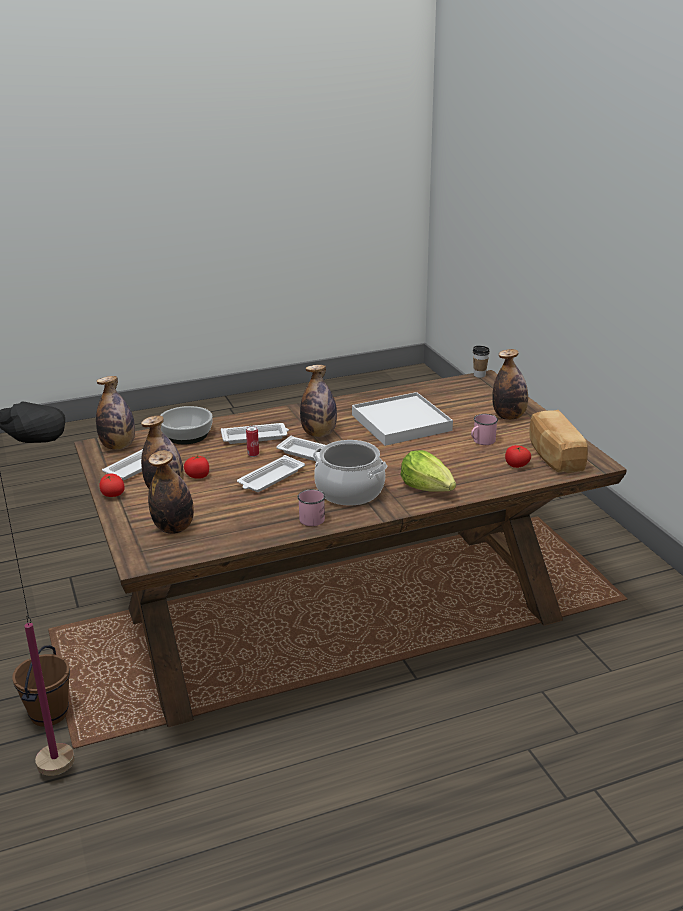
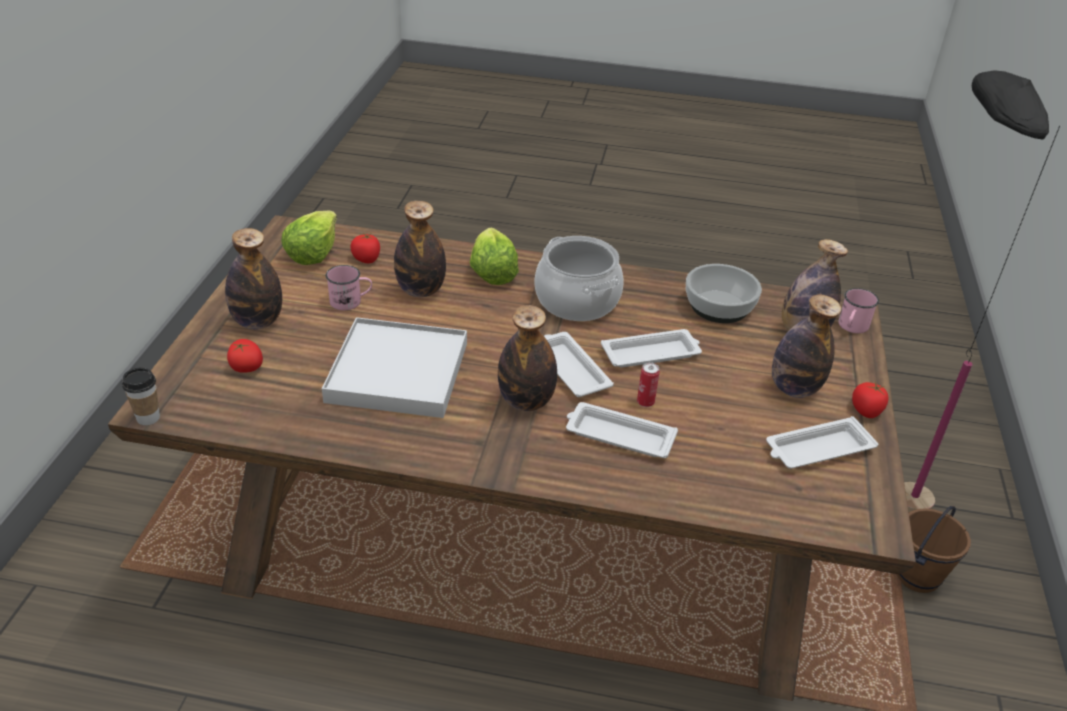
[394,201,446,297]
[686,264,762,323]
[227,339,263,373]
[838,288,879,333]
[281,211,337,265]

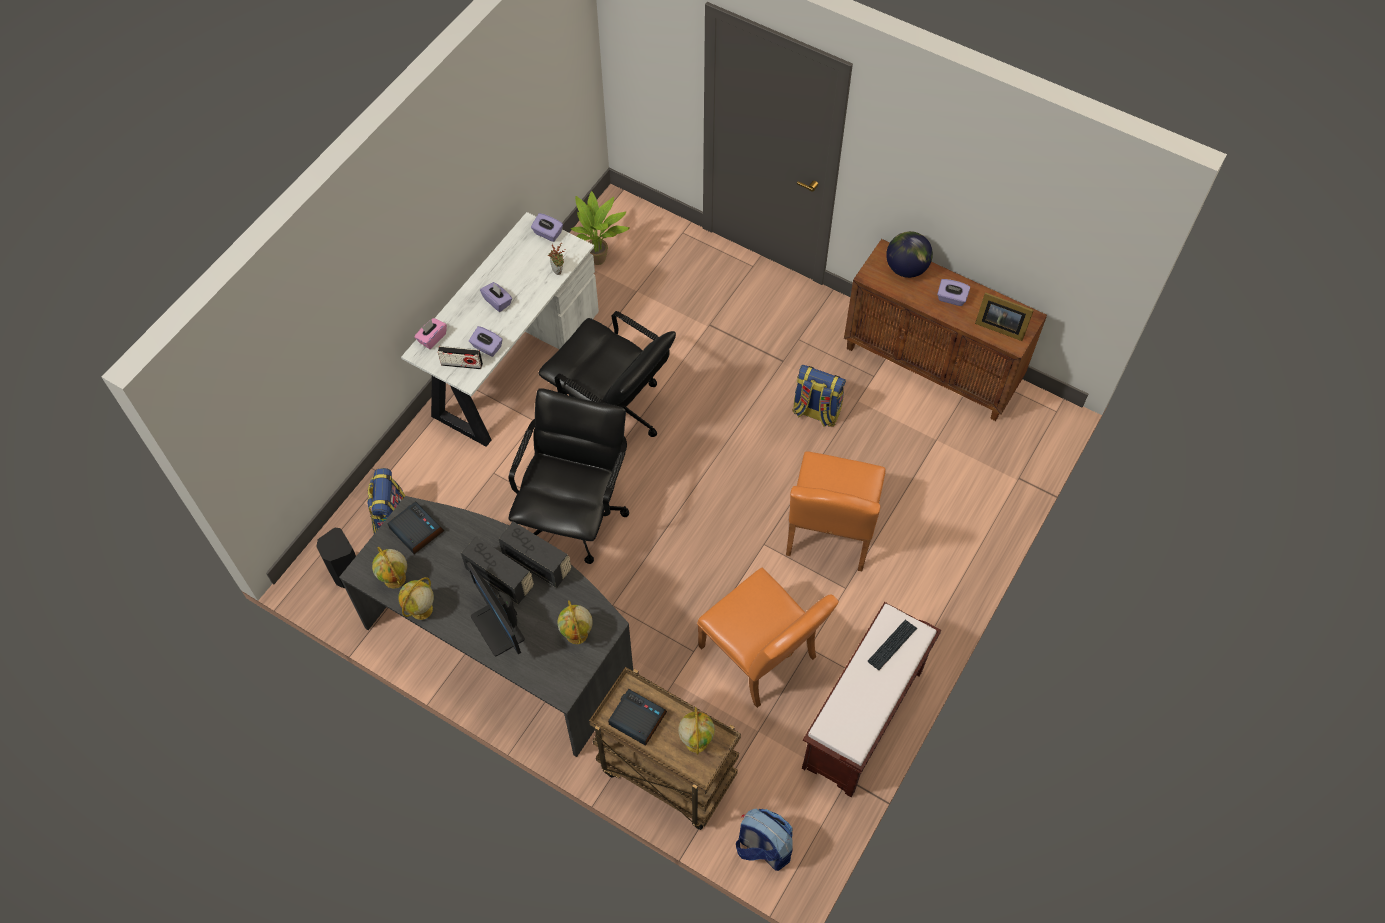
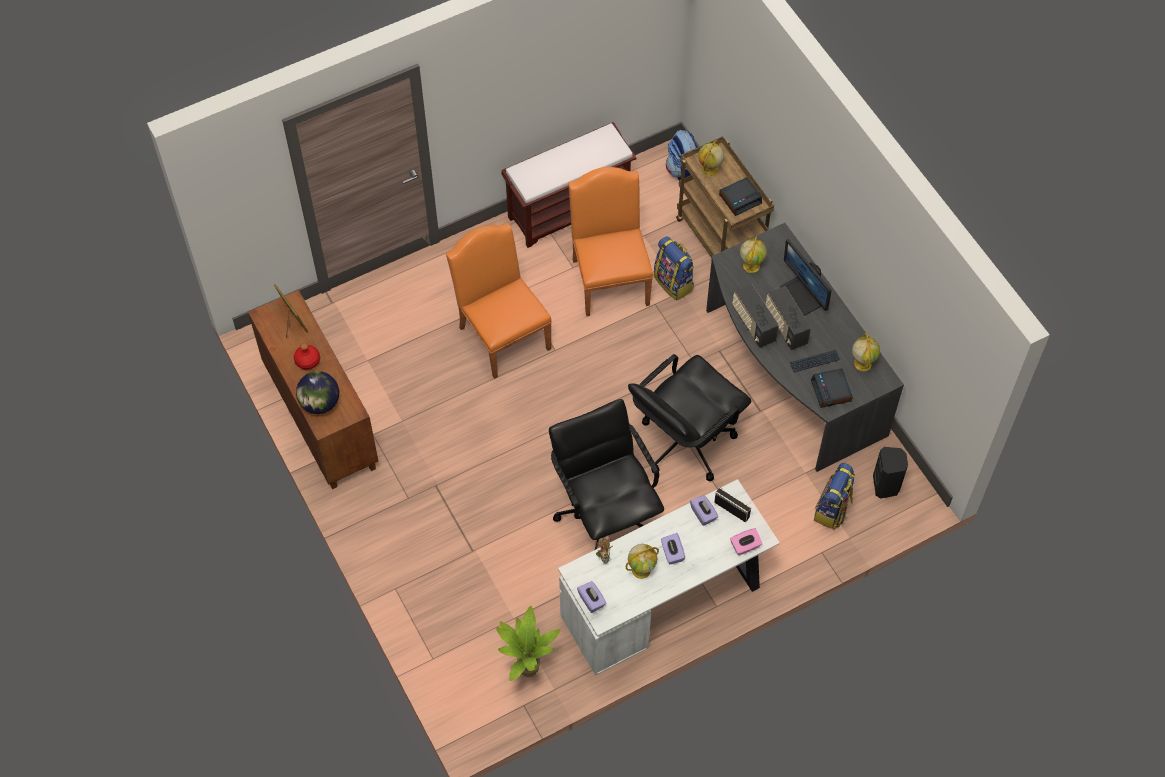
[625,544,659,579]
[654,236,694,301]
[790,350,840,373]
[294,343,320,369]
[780,239,832,316]
[719,177,762,216]
[446,223,552,379]

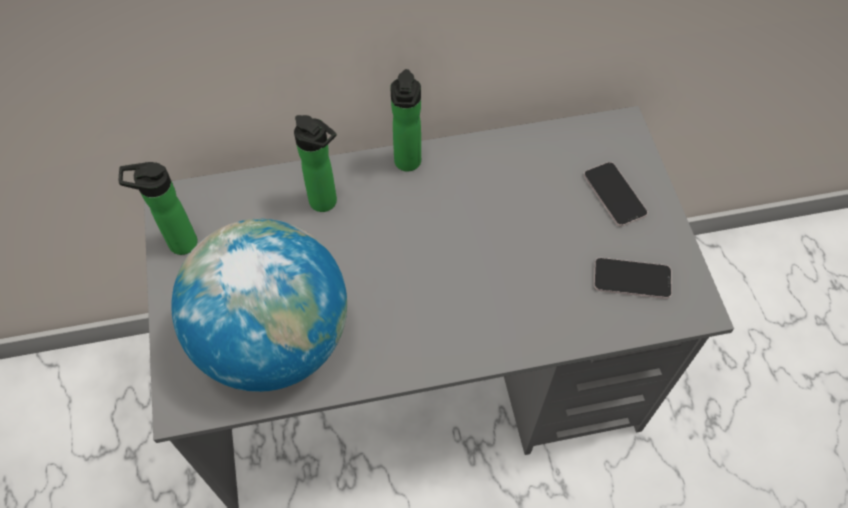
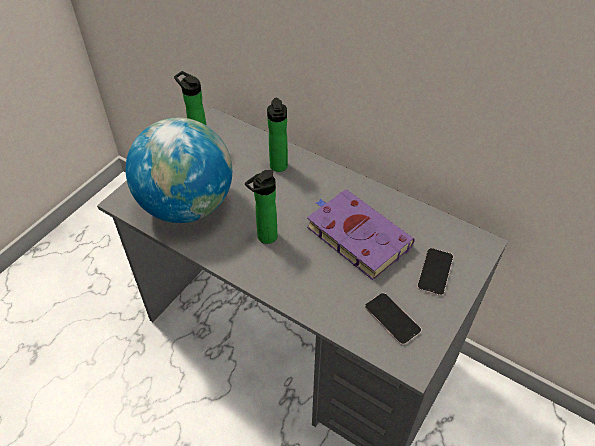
[307,189,415,280]
[245,170,278,244]

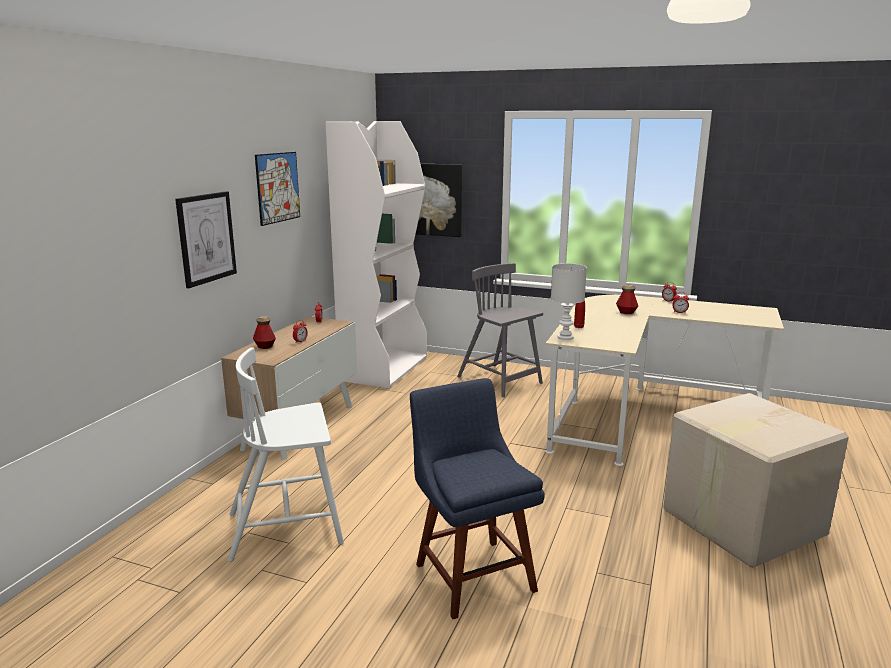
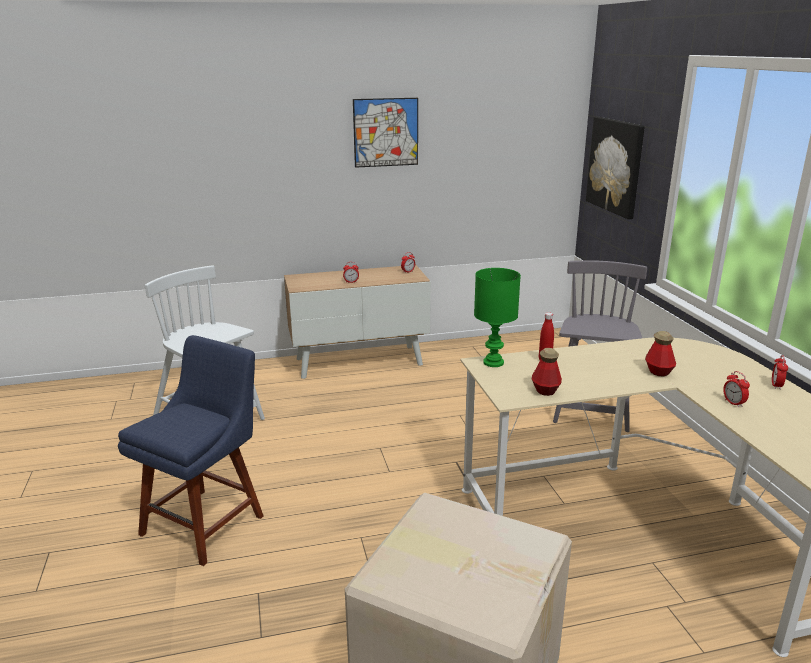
[175,191,237,288] (first image)
[325,121,427,388] (first image)
[532,348,562,396]
[474,268,521,367]

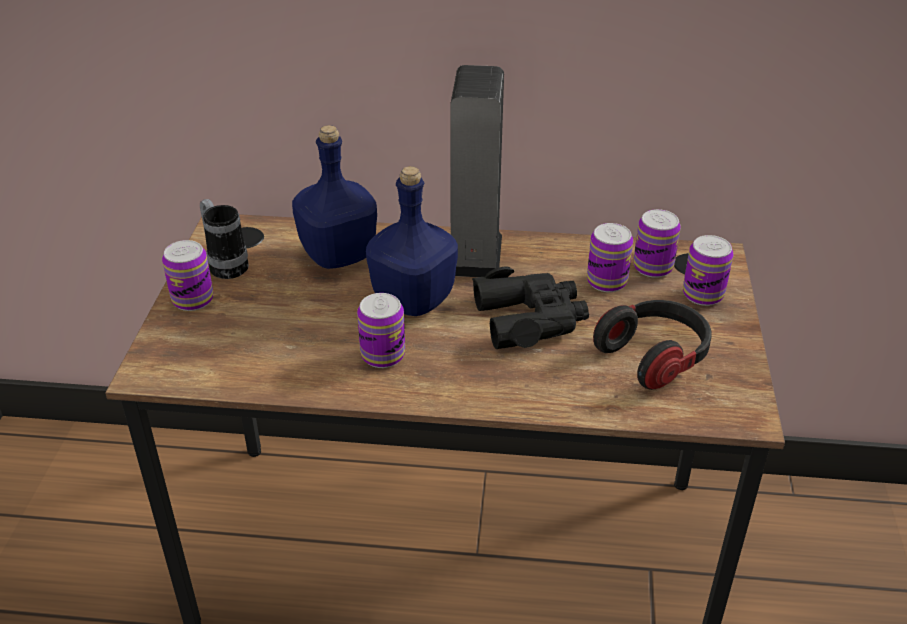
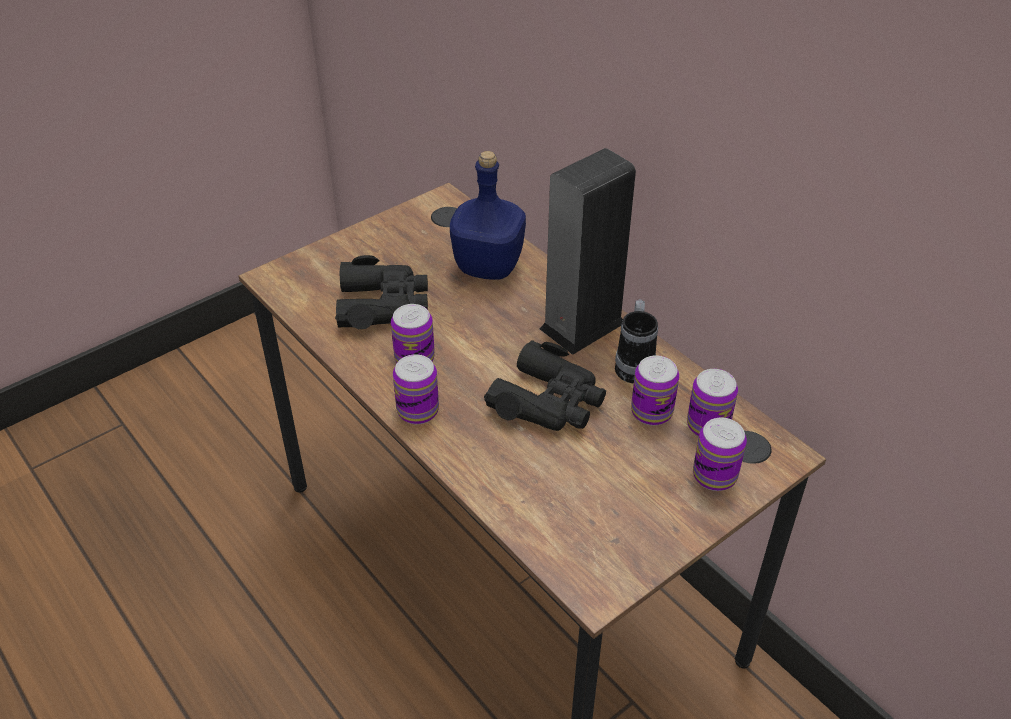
[366,166,458,316] (first image)
[593,300,712,390] (first image)
[335,255,428,329]
[393,354,439,424]
[615,299,658,384]

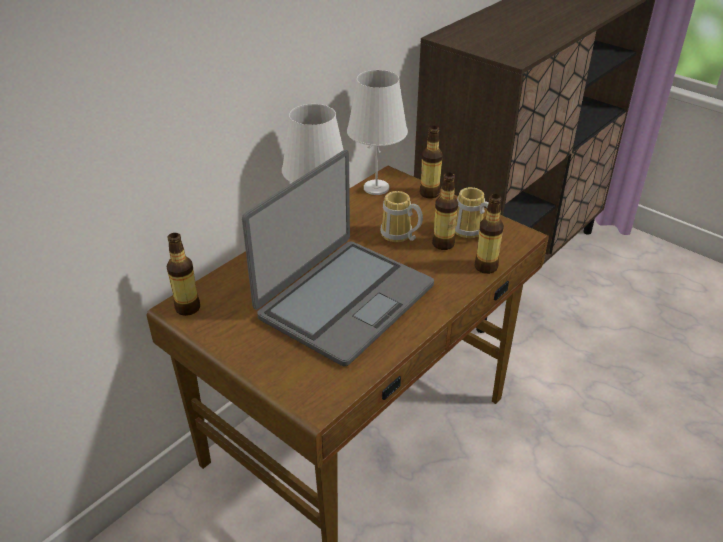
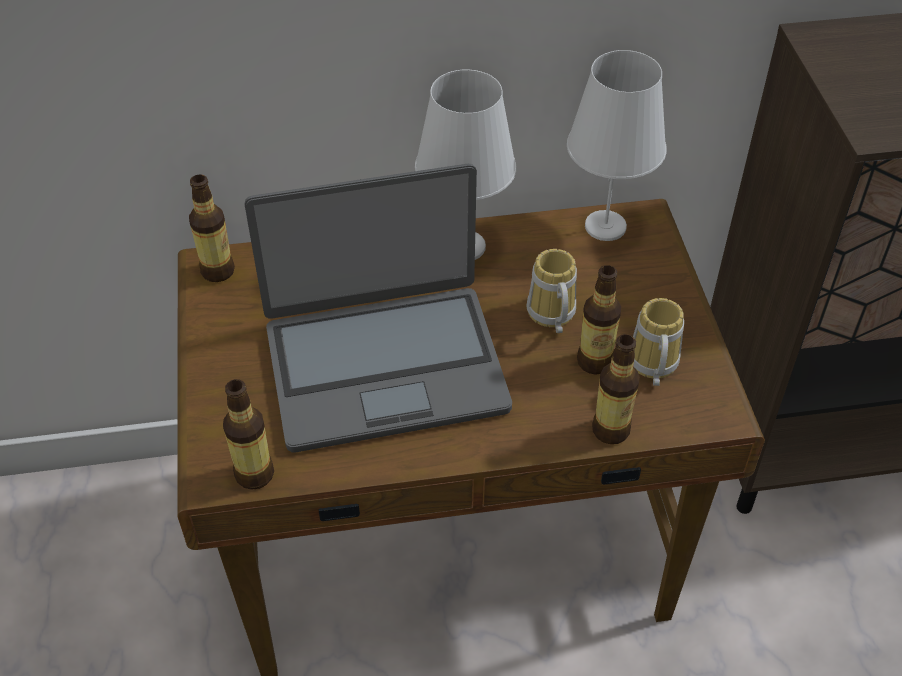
[223,379,274,490]

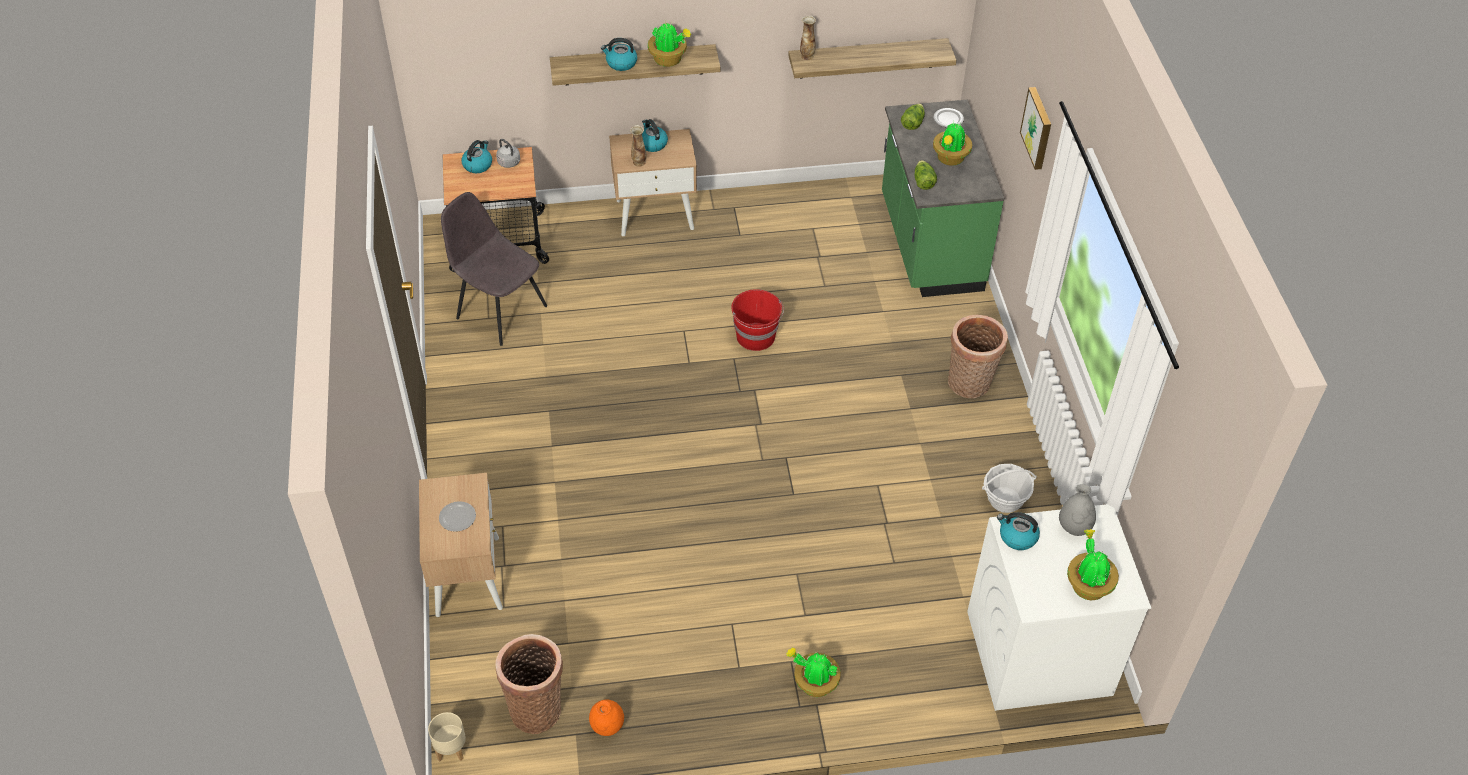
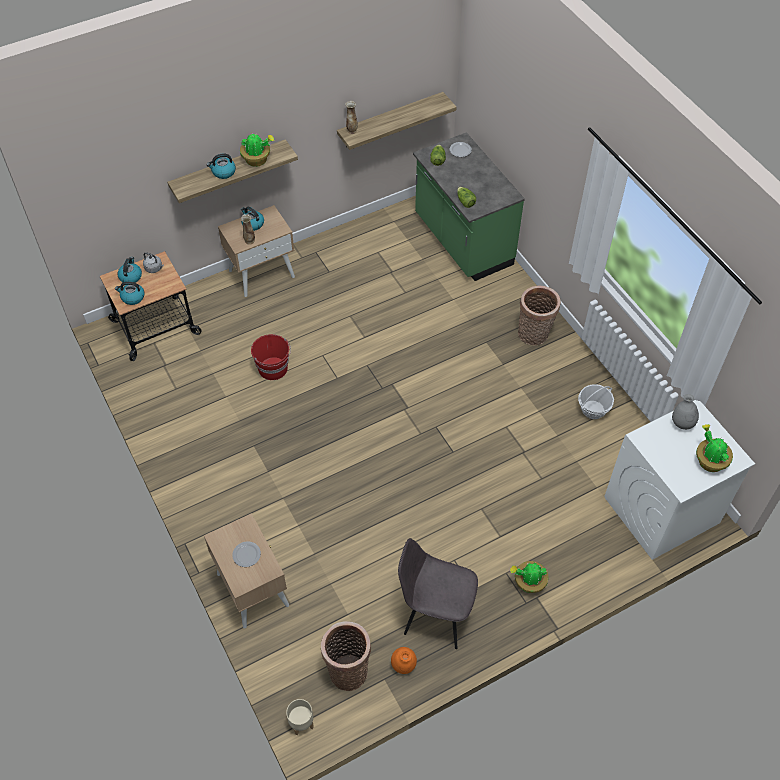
[933,122,972,166] (first image)
[1020,87,1051,170] (first image)
[398,538,478,649]
[251,334,291,380]
[115,281,144,305]

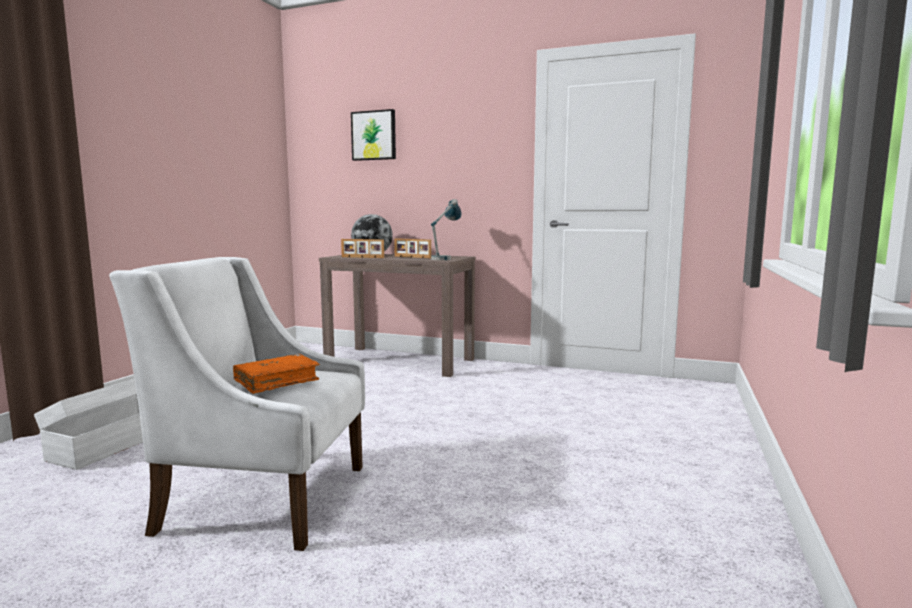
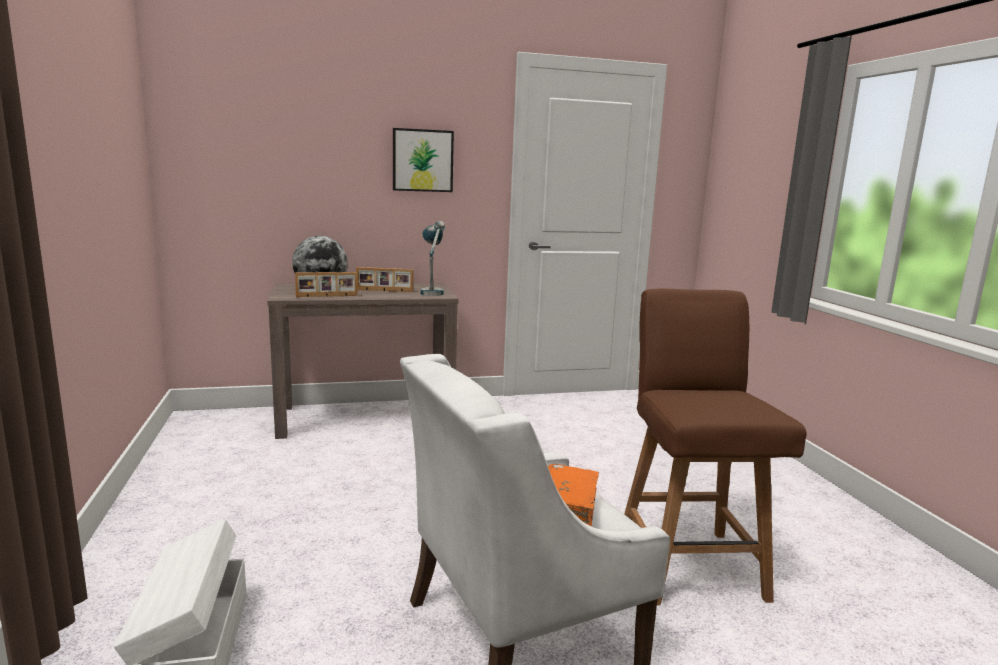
[624,289,807,605]
[393,128,454,192]

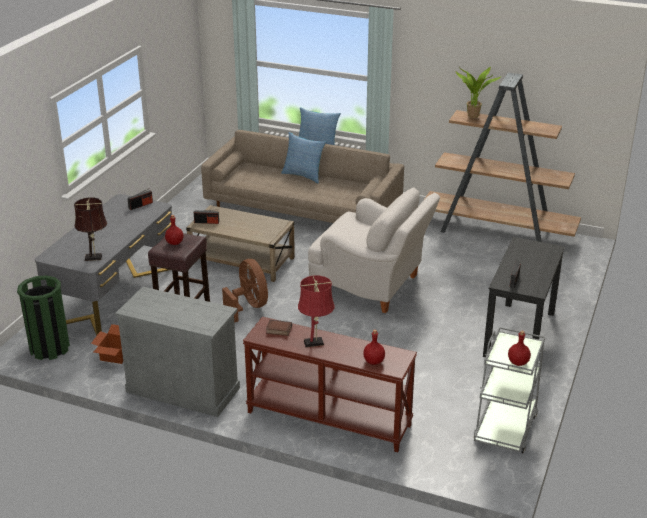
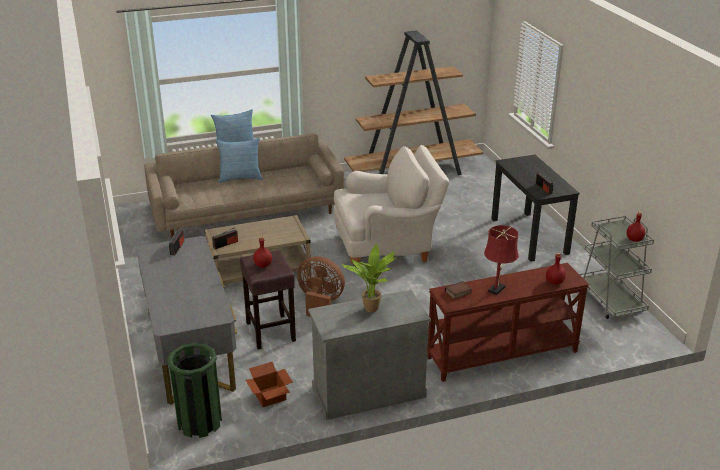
[74,197,107,261] (first image)
[342,243,396,312]

